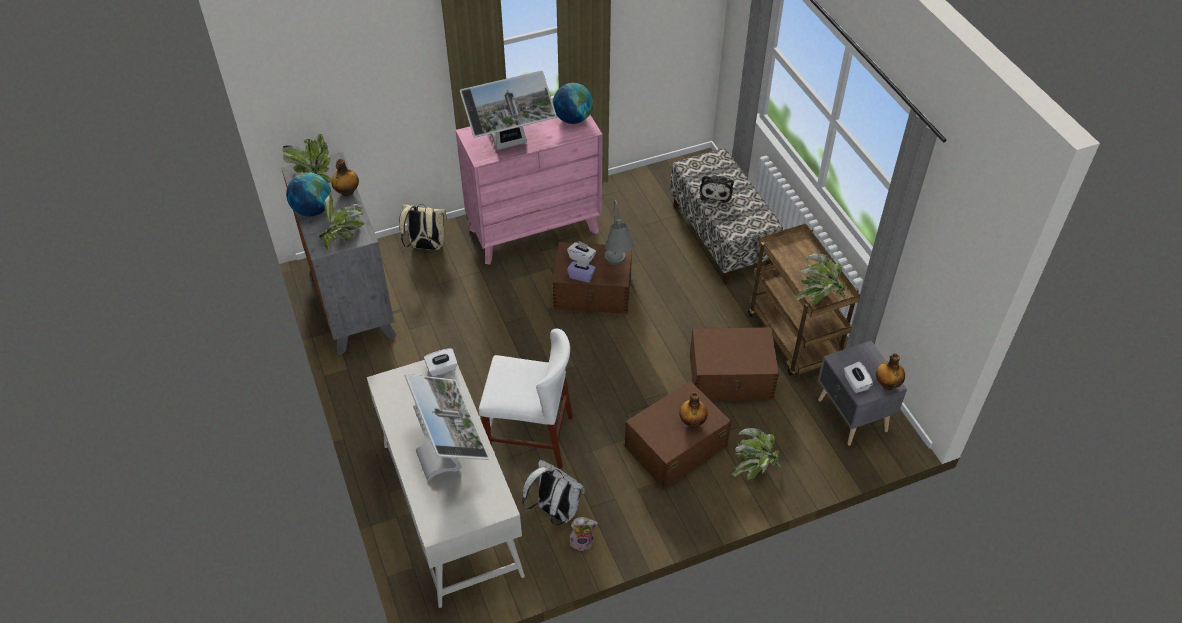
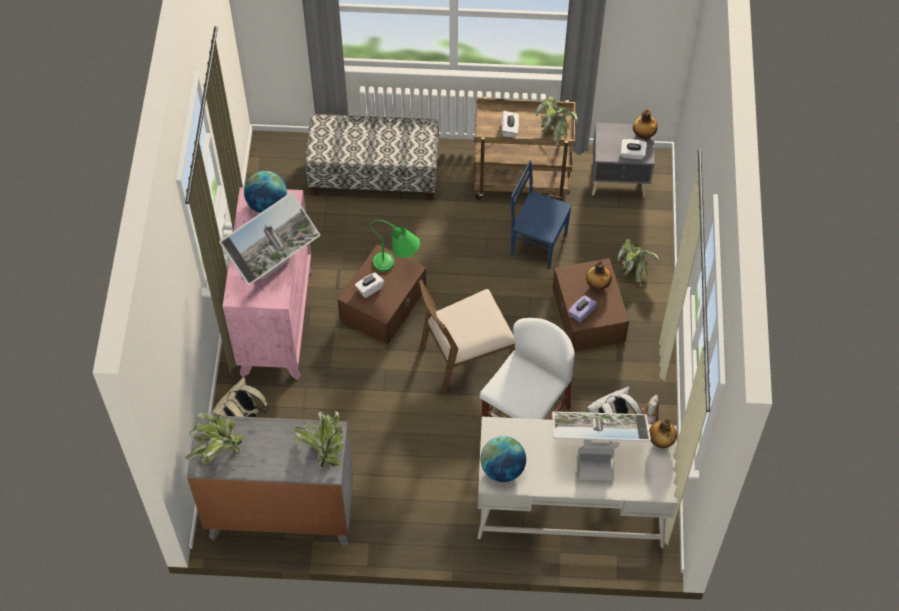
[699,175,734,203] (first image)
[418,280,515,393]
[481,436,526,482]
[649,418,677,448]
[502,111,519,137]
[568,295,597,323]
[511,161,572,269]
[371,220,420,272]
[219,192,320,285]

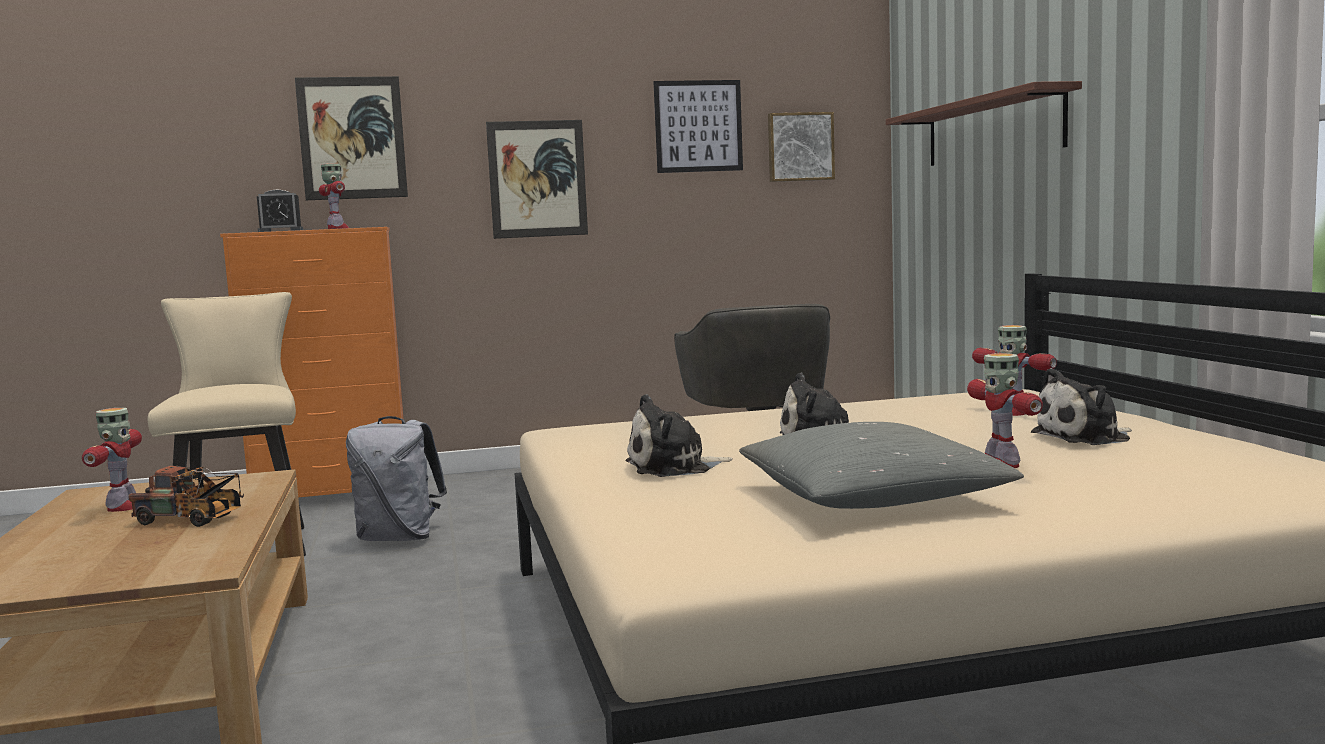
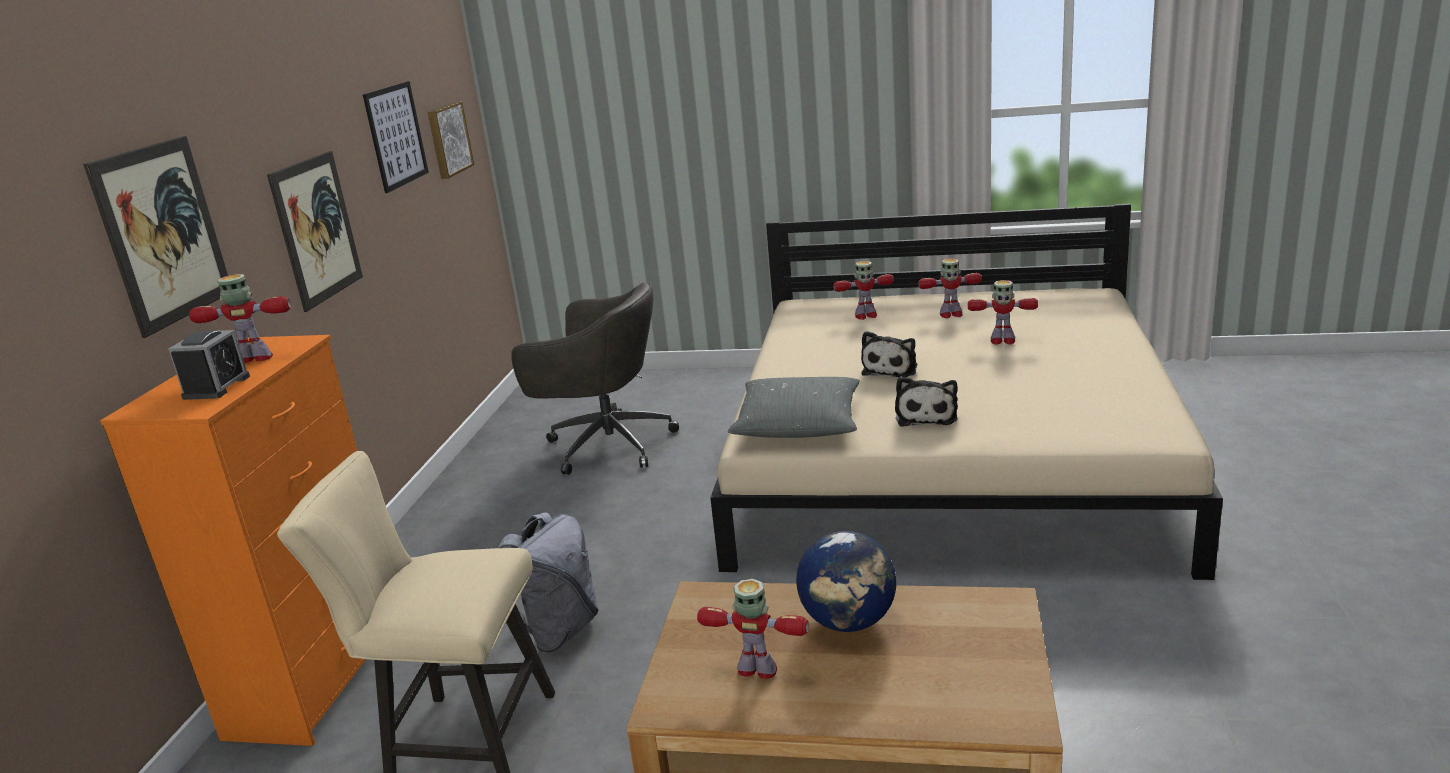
[886,81,1082,166] (first image)
[728,377,860,438]
[796,531,896,632]
[918,259,982,318]

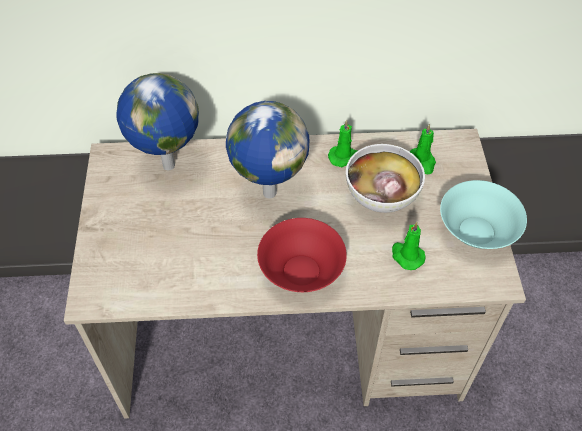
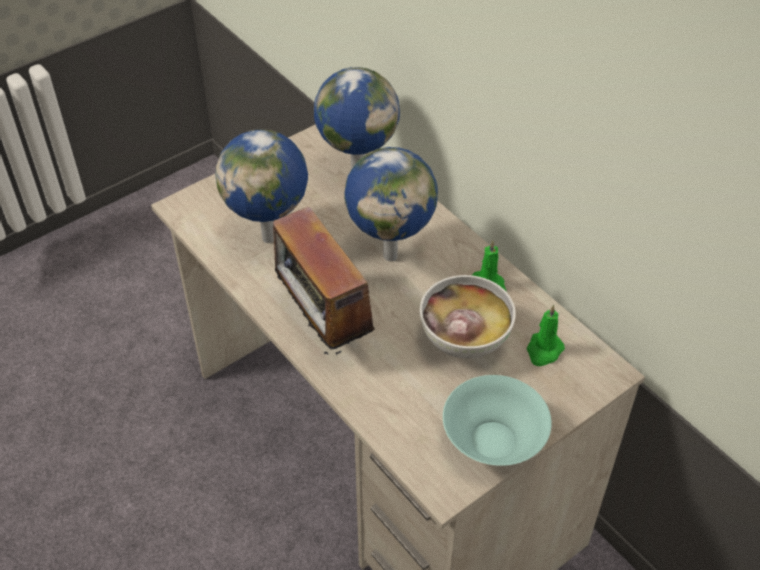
[392,222,426,270] (first image)
[215,129,308,243]
[273,206,375,358]

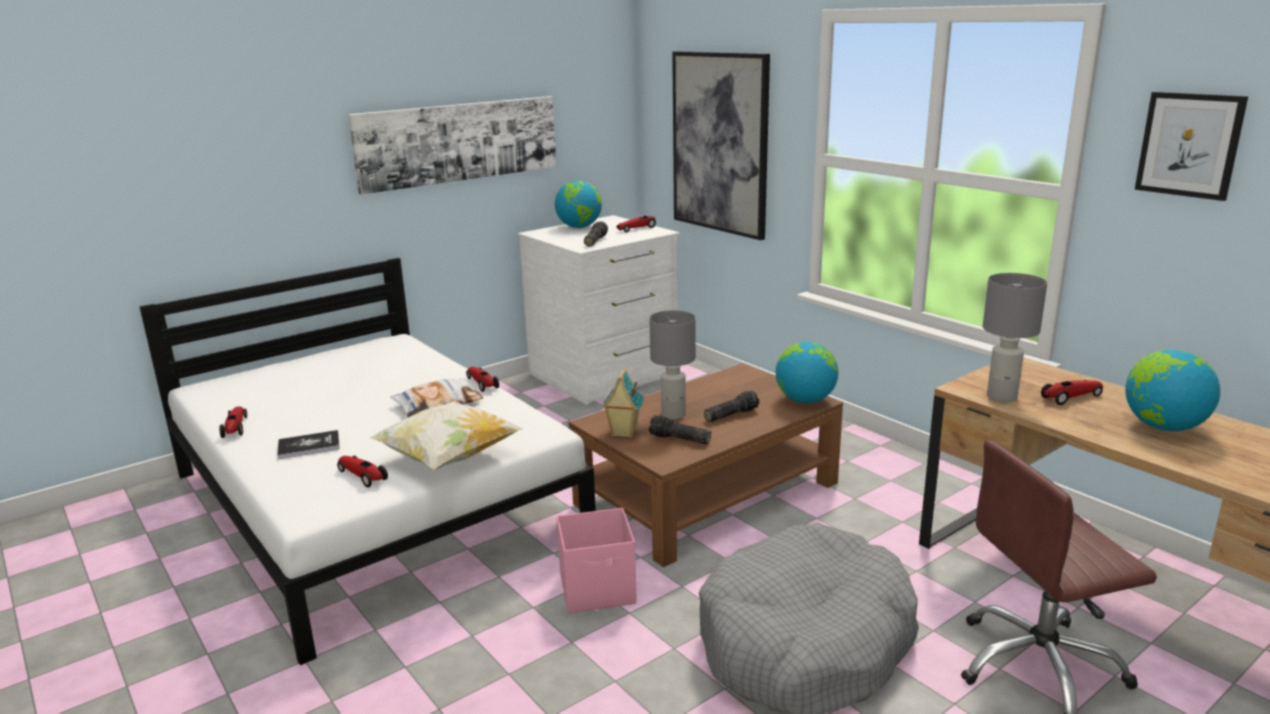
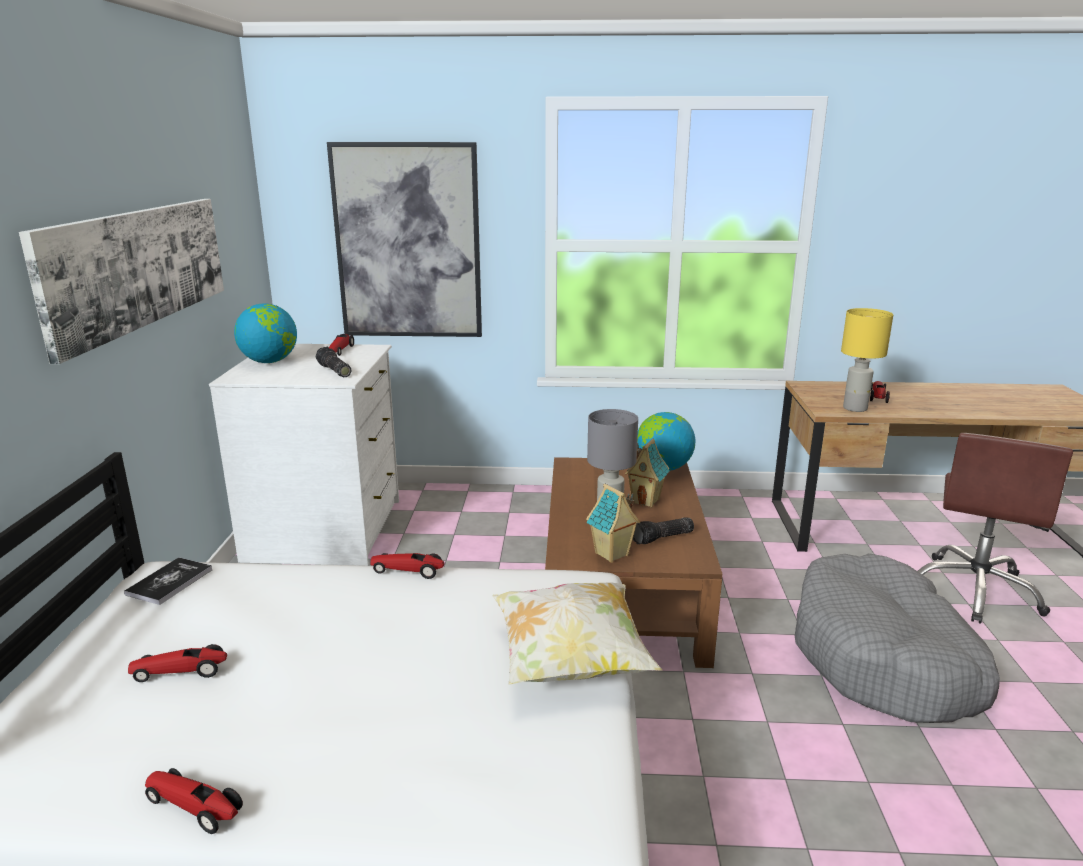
[390,378,483,417] (first image)
[557,508,637,613] (first image)
[1125,350,1220,431] (first image)
[1135,92,1248,201] (first image)
[124,558,212,605]
[128,644,227,682]
[625,439,669,508]
[841,308,893,412]

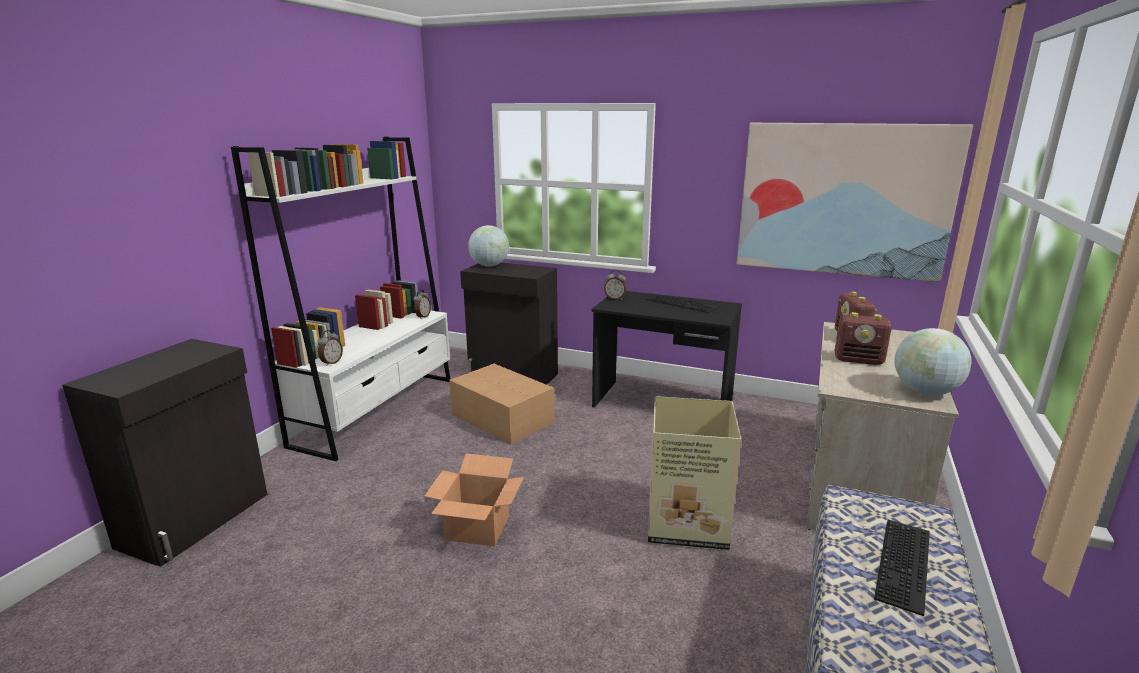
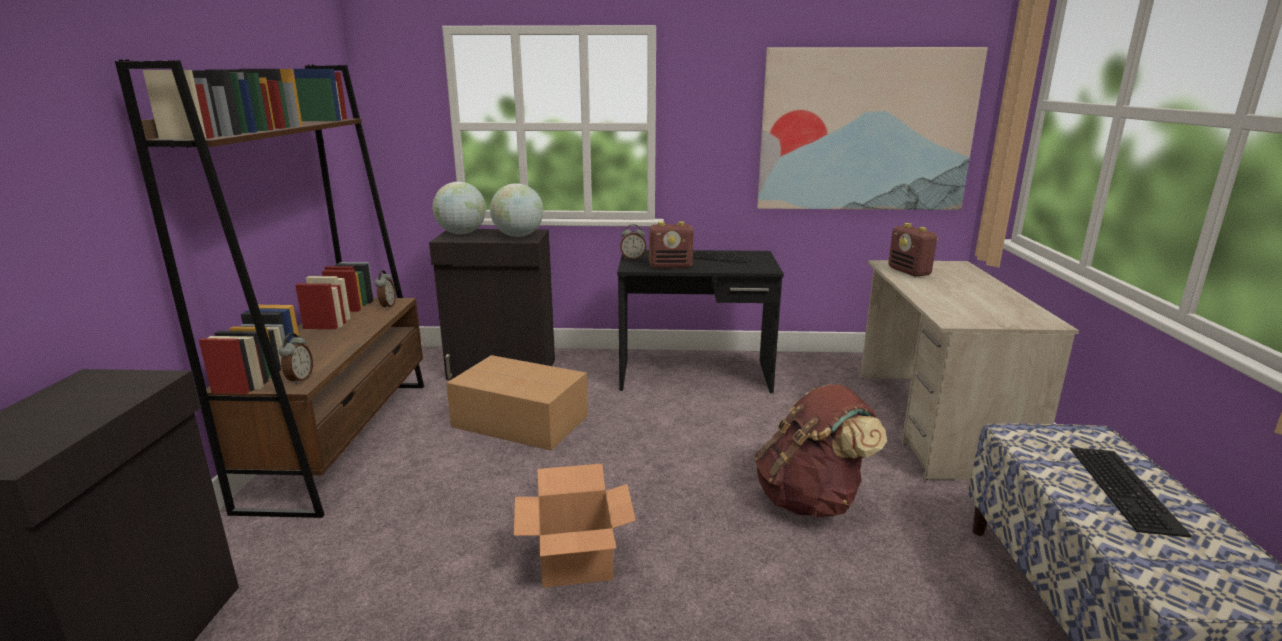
[649,221,694,269]
[490,183,544,237]
[755,384,887,518]
[115,60,424,518]

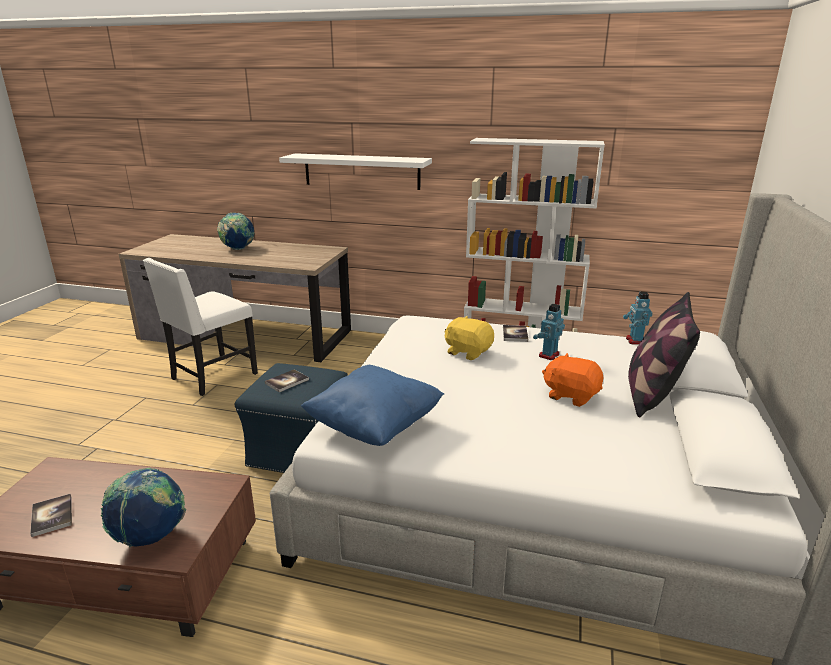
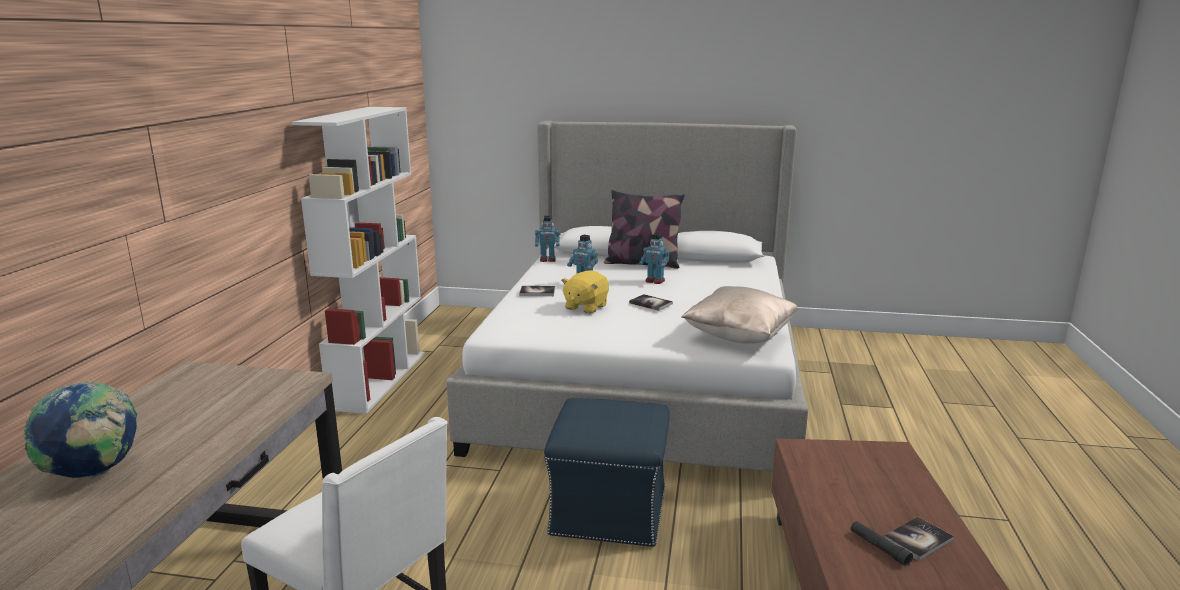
[101,468,186,547] (first image)
[279,153,432,190] (first image)
[851,521,913,566]
[629,294,673,311]
[639,233,670,284]
[681,286,799,344]

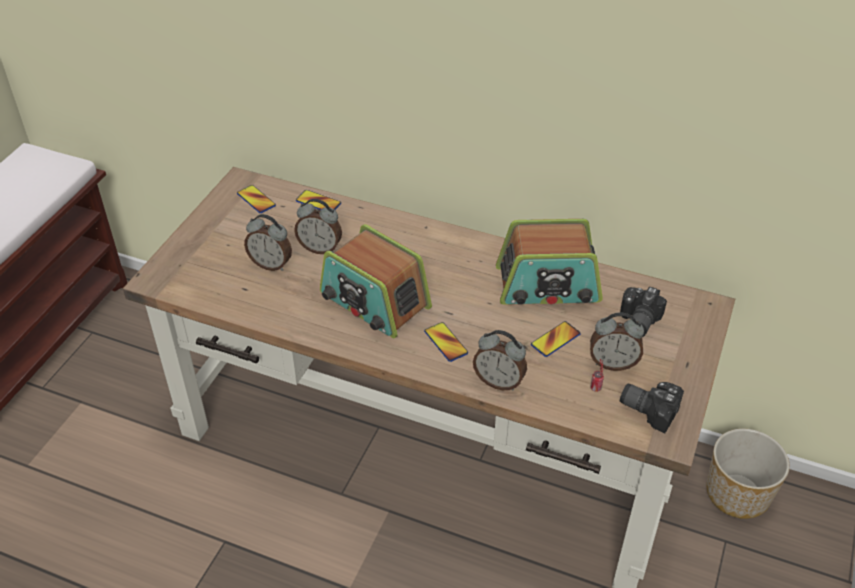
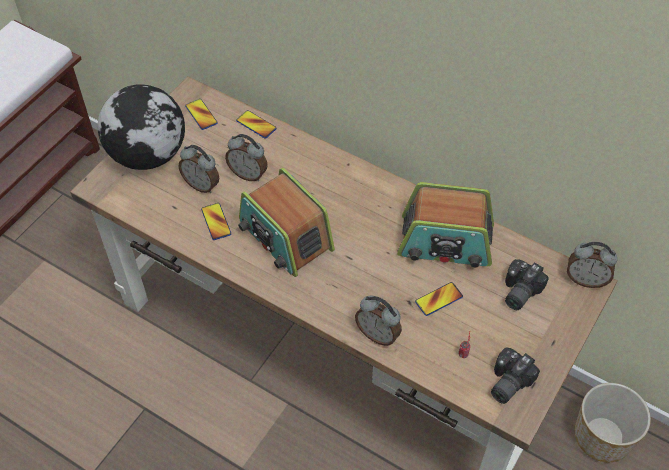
[97,84,185,170]
[201,203,231,240]
[567,242,617,288]
[491,347,540,404]

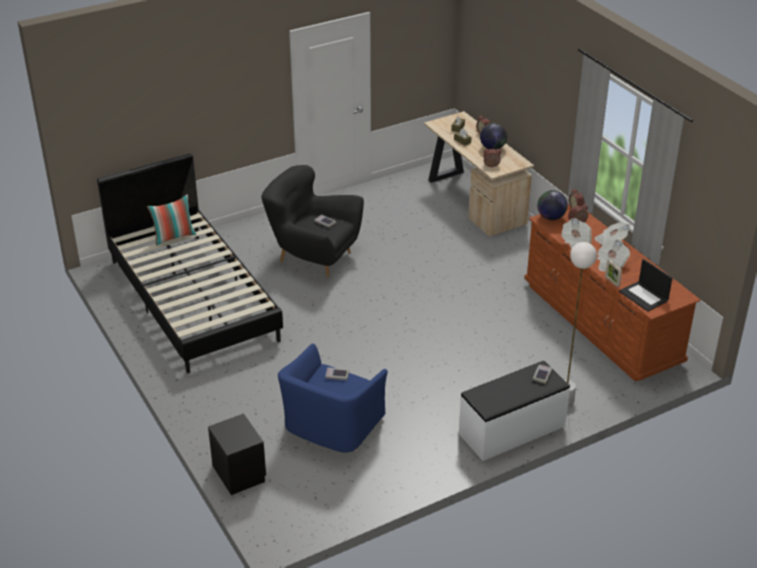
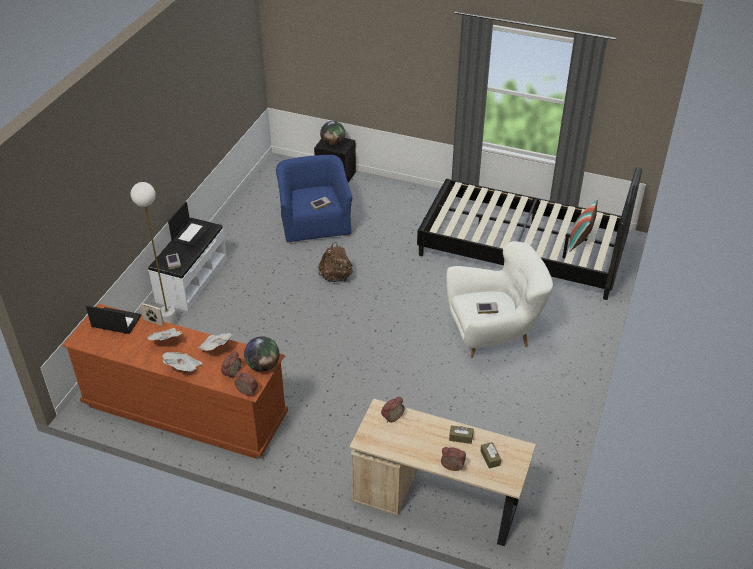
[168,202,211,247]
[318,242,353,282]
[320,121,345,146]
[446,241,553,358]

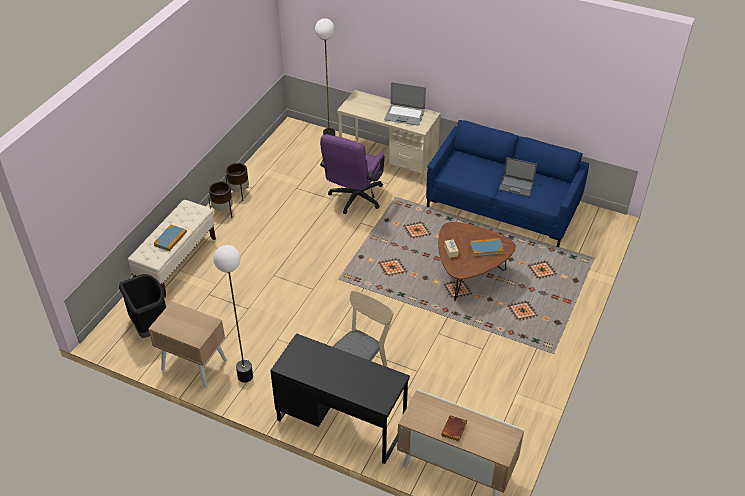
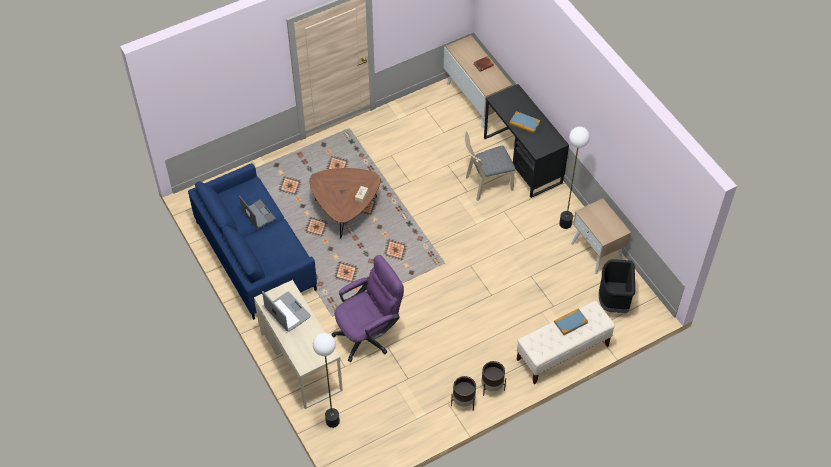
[509,111,540,133]

